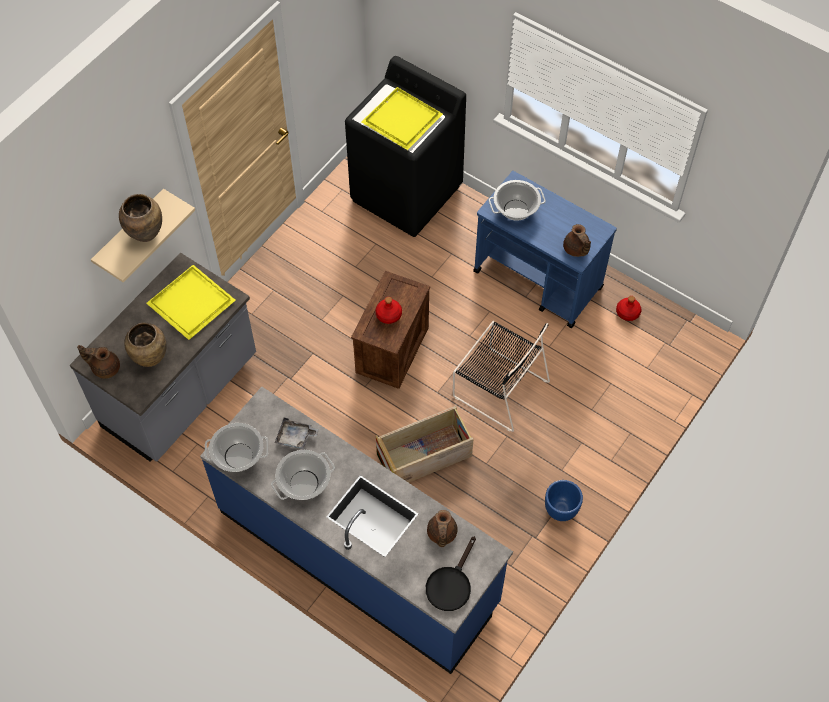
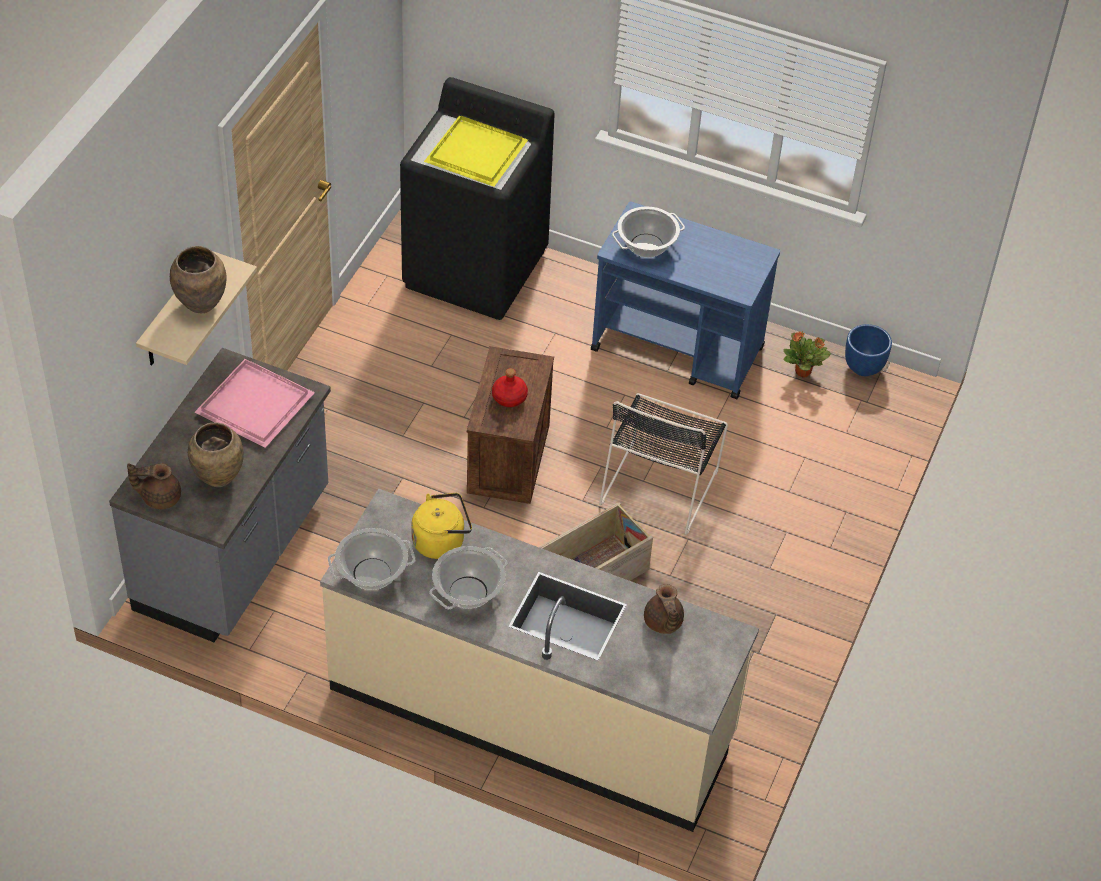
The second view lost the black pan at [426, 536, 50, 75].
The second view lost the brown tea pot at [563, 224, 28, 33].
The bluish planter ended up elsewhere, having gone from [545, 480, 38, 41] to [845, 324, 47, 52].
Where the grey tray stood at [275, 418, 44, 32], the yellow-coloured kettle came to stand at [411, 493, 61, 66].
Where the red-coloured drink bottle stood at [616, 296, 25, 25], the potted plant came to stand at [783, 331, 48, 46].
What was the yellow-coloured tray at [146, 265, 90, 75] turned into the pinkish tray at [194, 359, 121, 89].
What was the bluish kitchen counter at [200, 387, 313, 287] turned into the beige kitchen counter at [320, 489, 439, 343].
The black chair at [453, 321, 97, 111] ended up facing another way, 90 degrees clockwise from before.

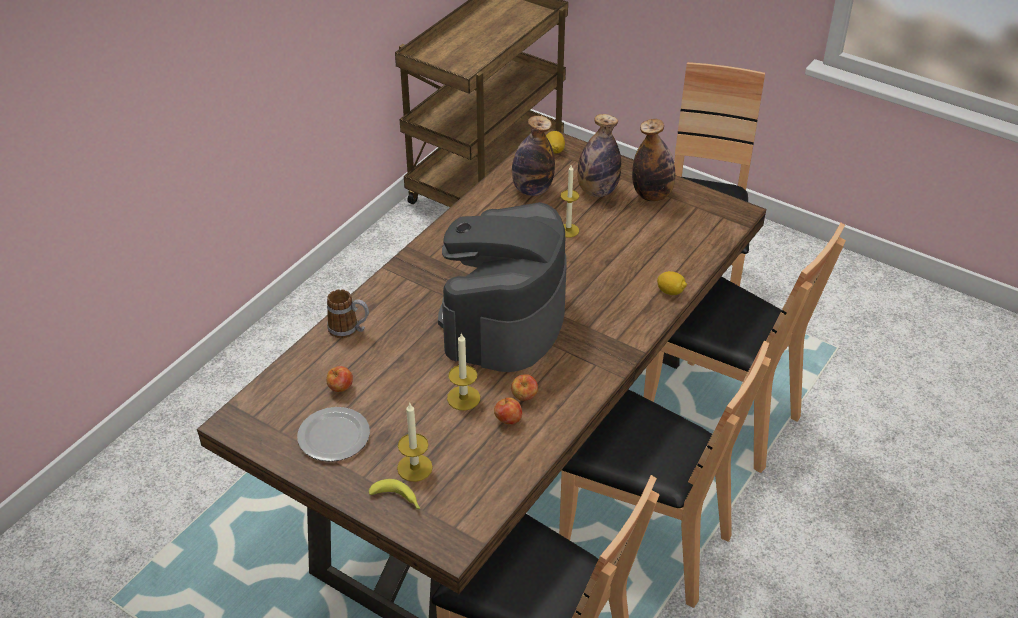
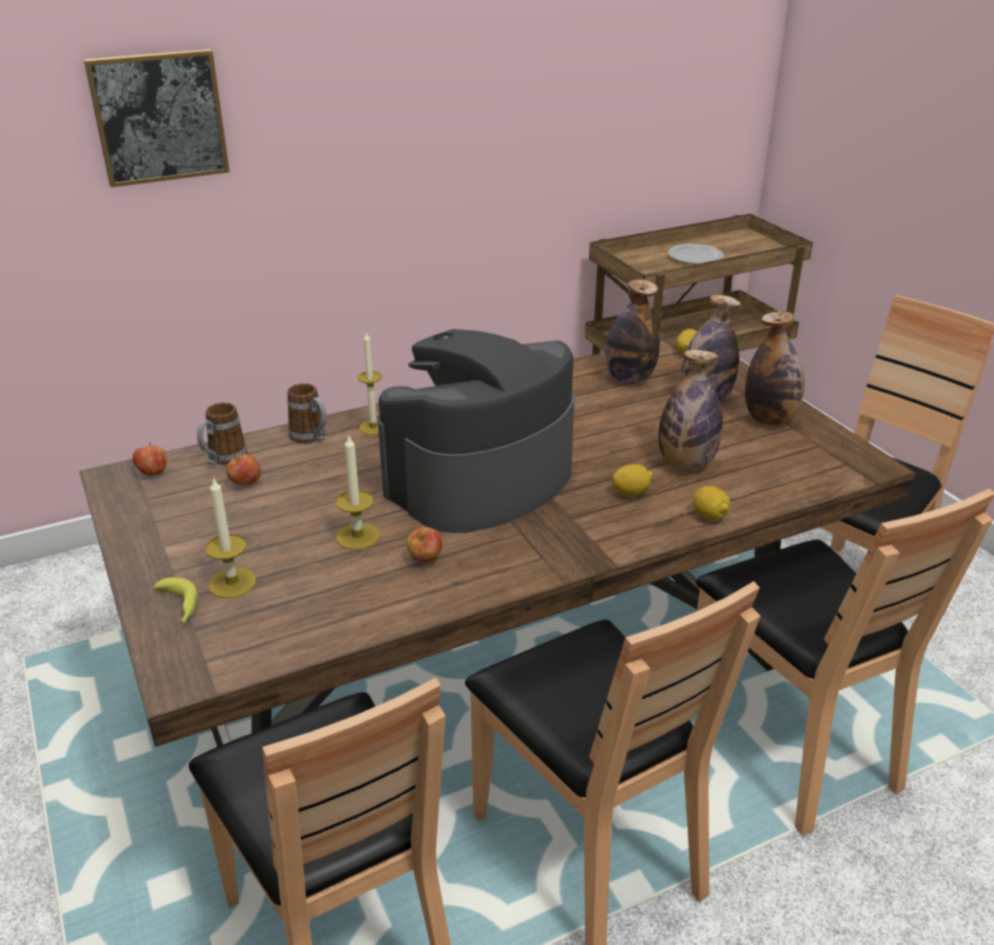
The second view gained the picture at [84, 49, 146, 138].
The second view gained the coffee mug at [197, 402, 50, 63].
The second view gained the whole lemon at [612, 464, 41, 32].
The second view gained the drink bottle at [658, 350, 65, 120].
The dinner plate ended up elsewhere, having gone from [297, 407, 73, 55] to [668, 244, 56, 20].
The apple ended up elsewhere, having gone from [494, 397, 28, 27] to [132, 442, 35, 34].
The wax candle ended up elsewhere, having gone from [561, 165, 18, 72] to [357, 332, 25, 103].

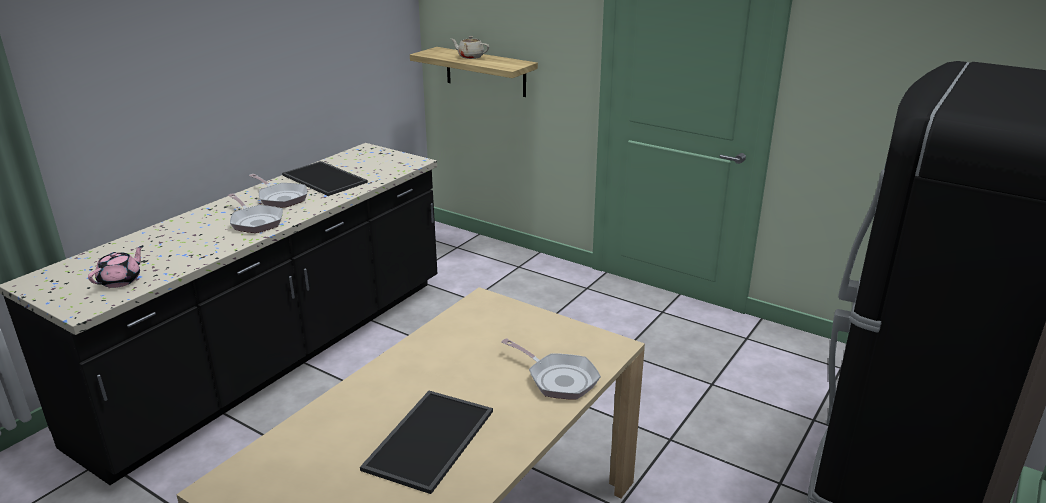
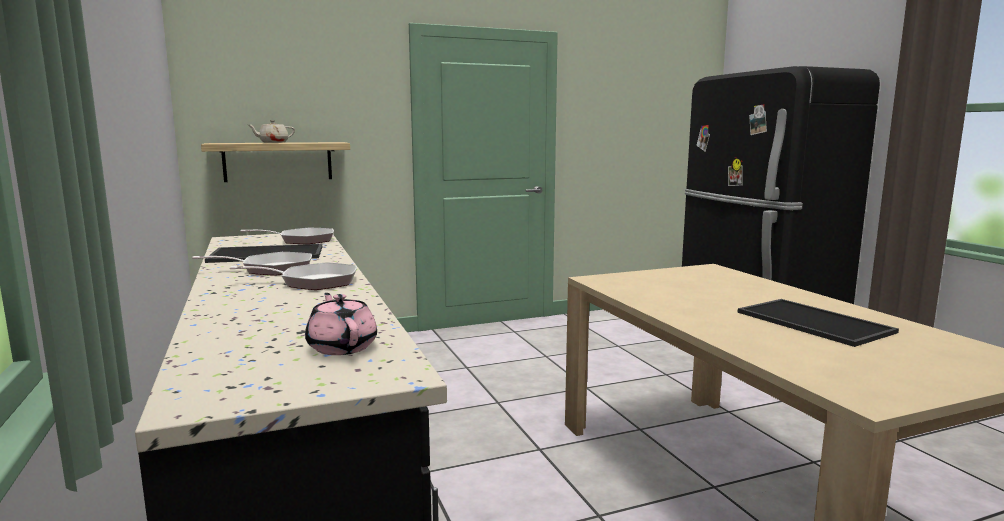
The pan ended up elsewhere, having gone from [501, 338, 100, 62] to [240, 228, 94, 16].

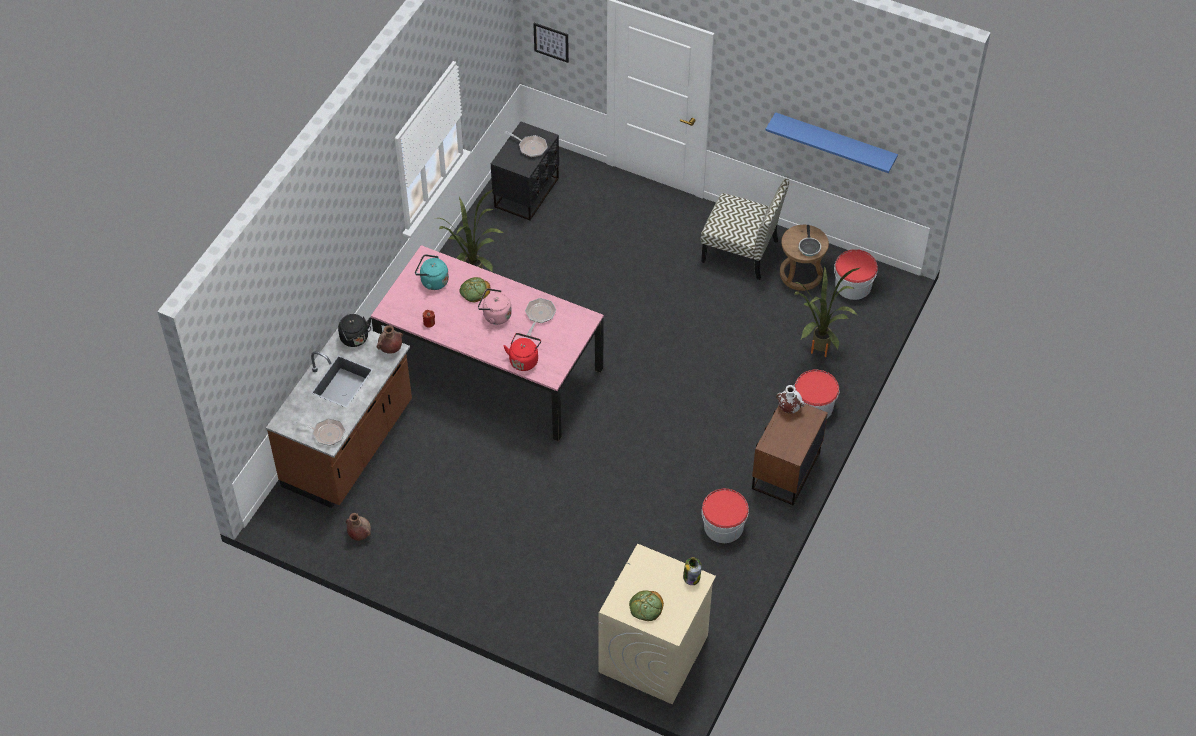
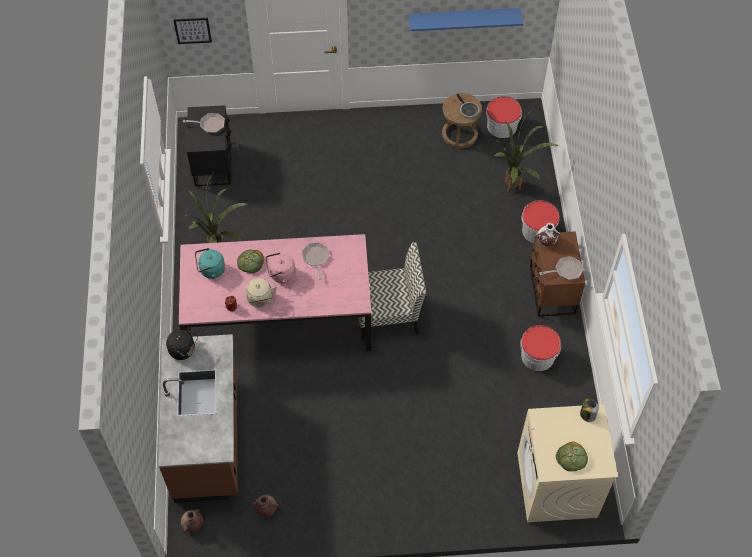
The second view lost the red-coloured kettle at [503, 333, 38, 38].
The second view gained the beige kettle at [246, 278, 31, 29].
The pan ended up elsewhere, having gone from [293, 418, 53, 28] to [539, 256, 45, 24].
The brown flower vase ended up elsewhere, having gone from [377, 325, 26, 29] to [181, 509, 22, 24].
The chair ended up elsewhere, having gone from [701, 178, 88, 102] to [358, 242, 68, 99].

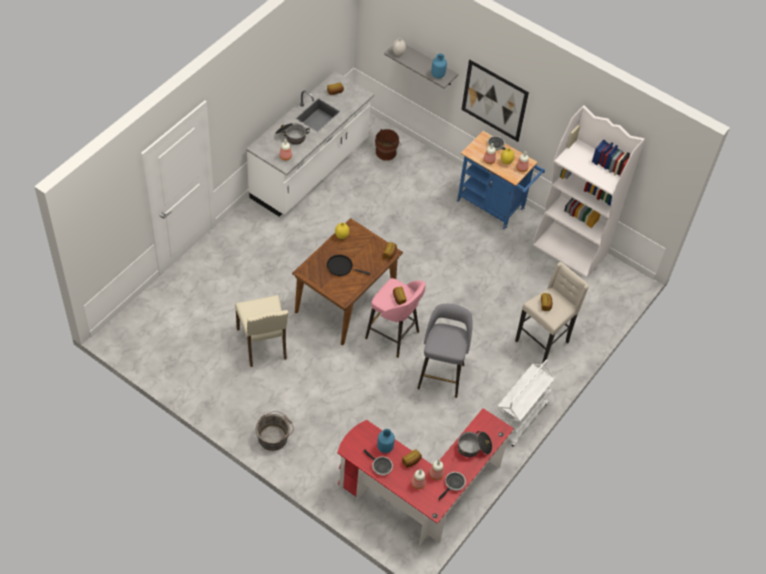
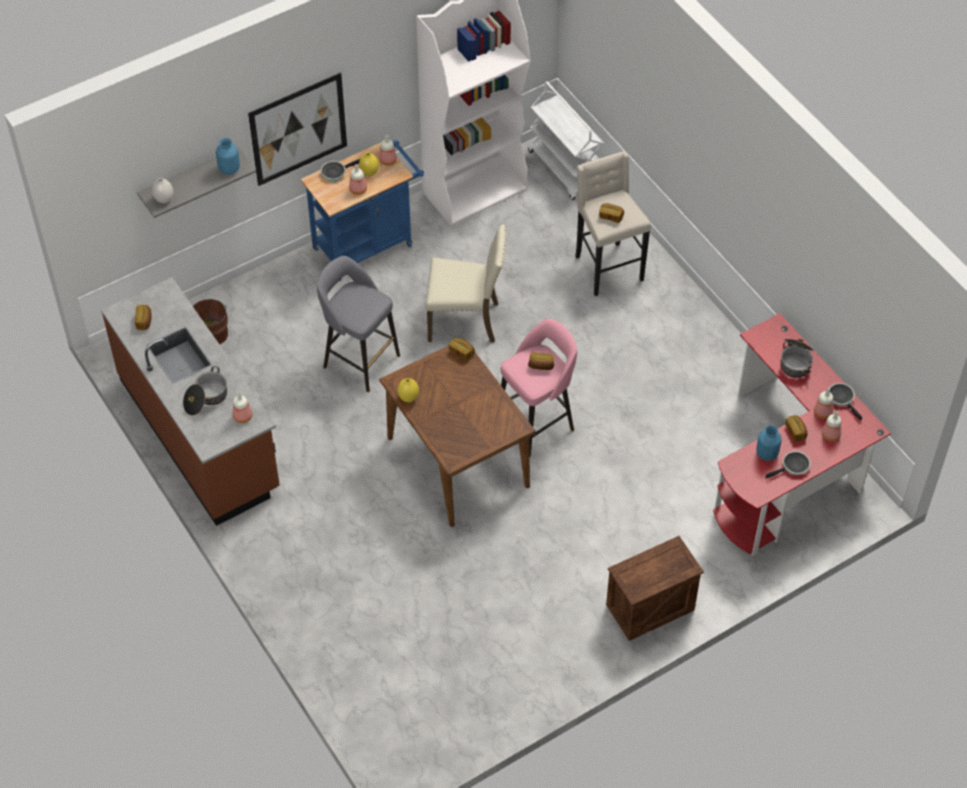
The second view lost the black pan at [327, 255, 43, 21].
The beige chair ended up elsewhere, having gone from [235, 295, 53, 72] to [425, 225, 81, 117].
The grey stool ended up elsewhere, having gone from [417, 304, 56, 94] to [317, 256, 83, 136].
The whitish trolley ended up elsewhere, having gone from [496, 360, 59, 87] to [528, 82, 76, 118].
Where the grey water bucket stood at [256, 411, 38, 40], the shipping crate came to stand at [606, 536, 98, 105].
What was the whitish kitchen counter at [246, 71, 128, 146] turned into the brown kitchen counter at [101, 277, 178, 249].

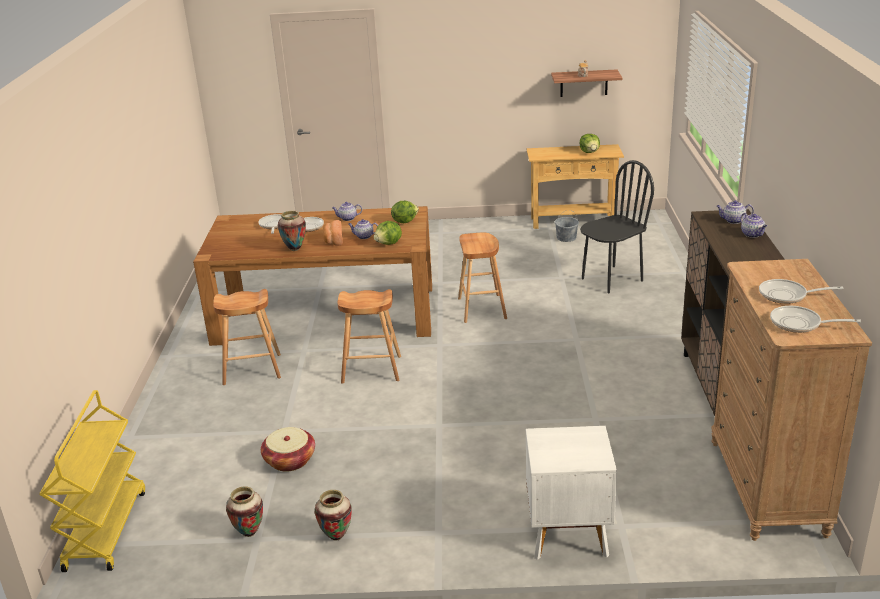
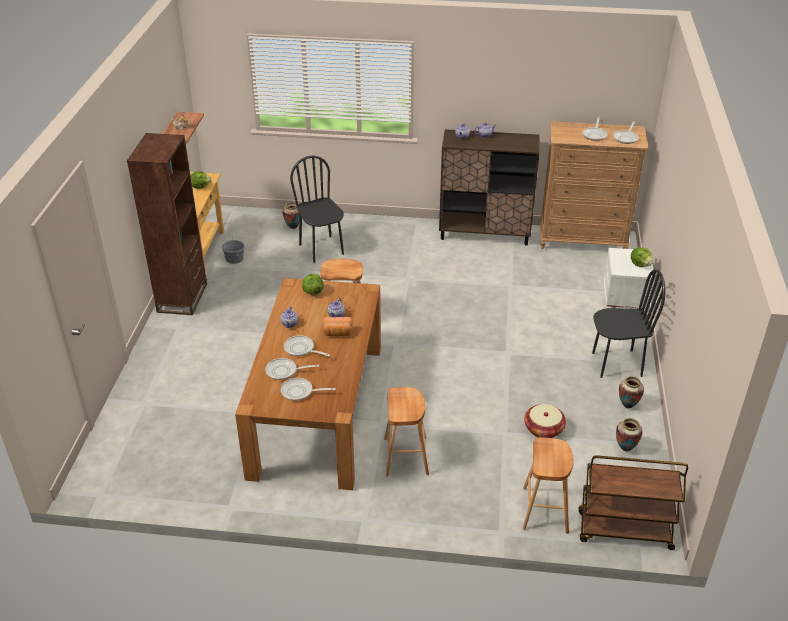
The second view gained the brown shelving unit at [127, 133, 80, 182].
The second view gained the pan at [281, 378, 55, 23].
The second view gained the black chair at [592, 269, 73, 109].
The flower vase ended up elsewhere, having gone from [278, 211, 28, 40] to [282, 202, 18, 27].
The brown stool ended up elsewhere, having gone from [338, 289, 63, 95] to [522, 437, 52, 97].
The head of lettuce ended up elsewhere, having gone from [374, 221, 28, 24] to [631, 247, 22, 20].
What was the yellow-coloured trolley at [39, 390, 106, 182] turned into the brown trolley at [578, 455, 110, 95].

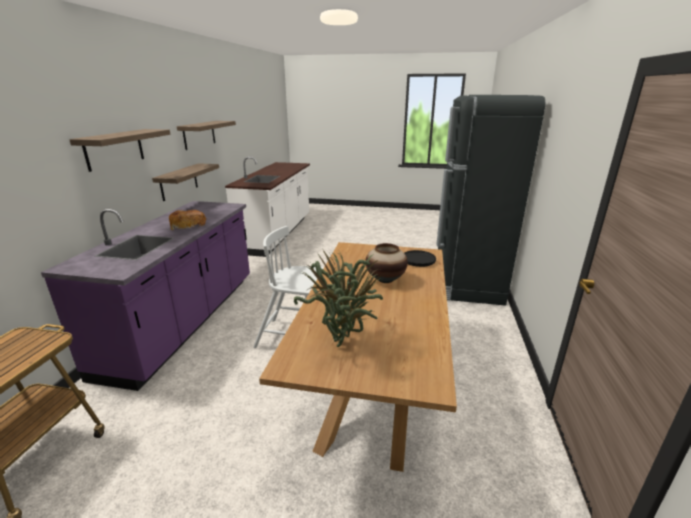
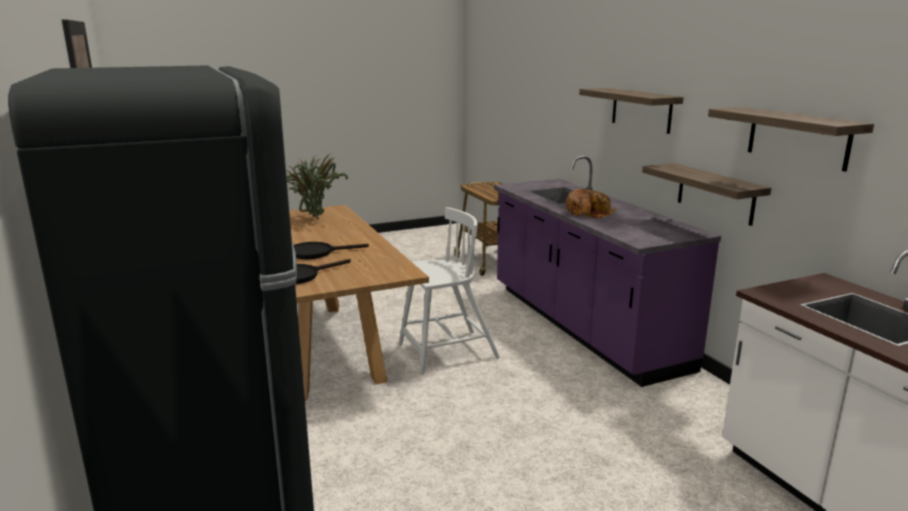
Where the flower vase stood at [366, 243, 42, 40], the black pan came to stand at [293, 242, 76, 17].

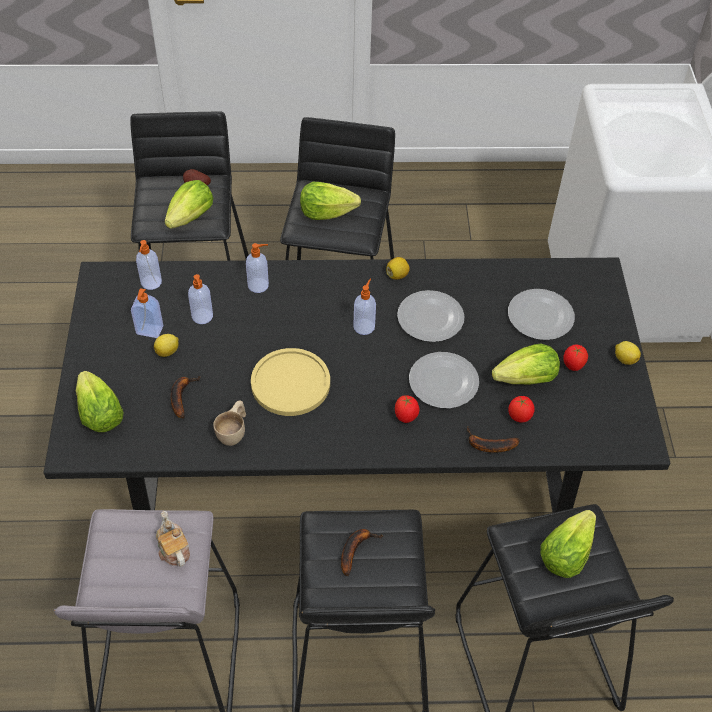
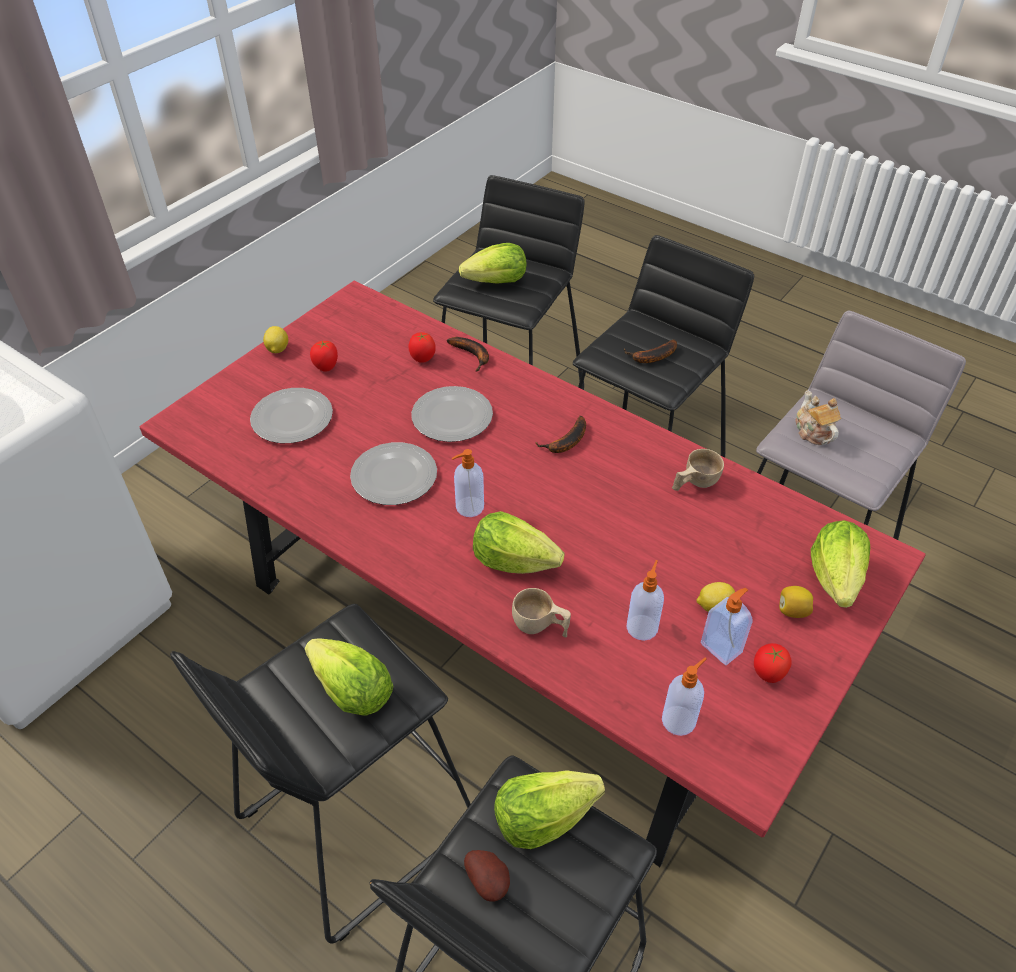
The second view lost the yellow-coloured dinner plate at [251, 348, 79, 68].
The banana fruit ended up elsewhere, having gone from [171, 376, 29, 42] to [535, 416, 51, 37].
The whole lemon ended up elsewhere, having gone from [386, 257, 24, 23] to [779, 586, 34, 32].
The whole tomato ended up elsewhere, having gone from [395, 395, 24, 28] to [754, 643, 38, 40].
The head of lettuce ended up elsewhere, having gone from [492, 344, 68, 41] to [473, 511, 91, 63].
Where the liquid soap bottle stood at [246, 243, 23, 50], the beige drinking cup came to stand at [512, 588, 59, 50].
What was the black dinner table at [44, 258, 626, 255] turned into the red-coloured dinner table at [140, 281, 785, 586].
The tea pot at [156, 511, 34, 56] ended up facing another way, 150 degrees clockwise from before.

